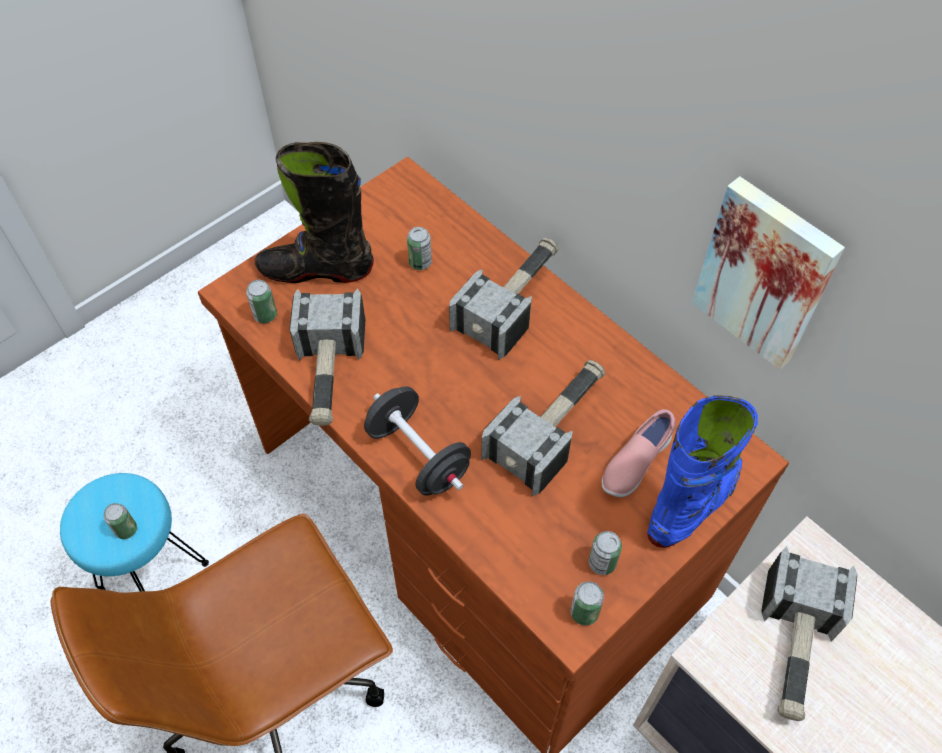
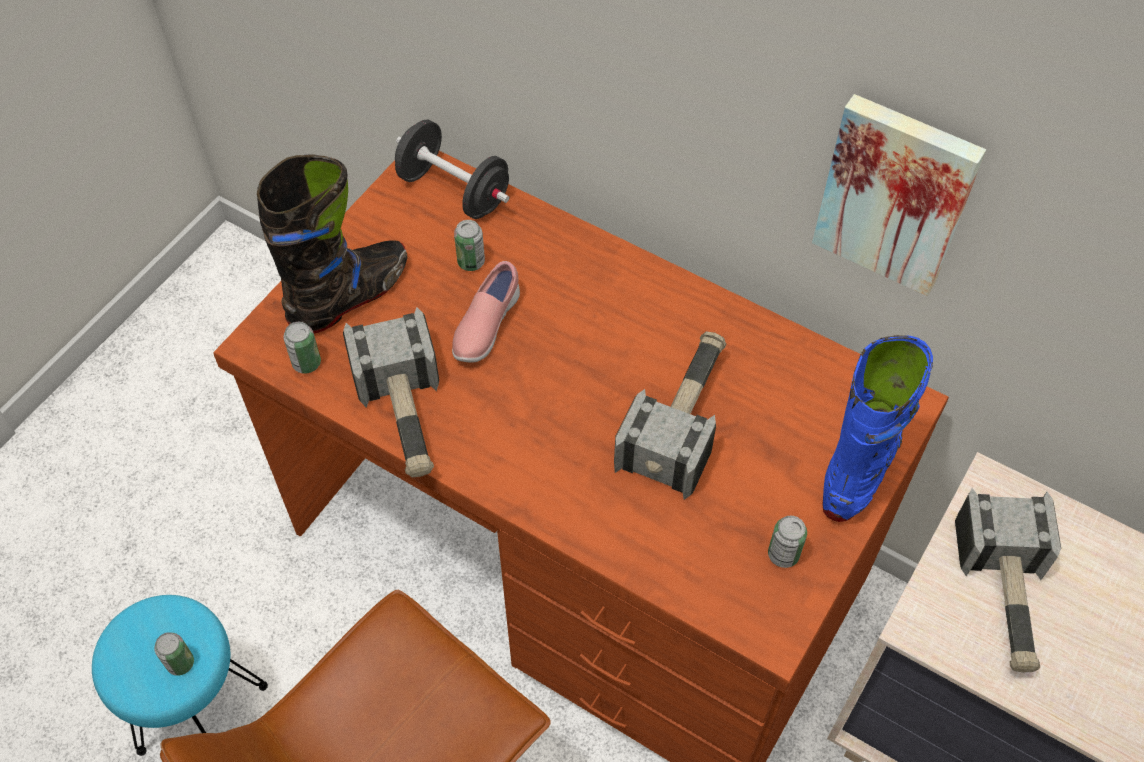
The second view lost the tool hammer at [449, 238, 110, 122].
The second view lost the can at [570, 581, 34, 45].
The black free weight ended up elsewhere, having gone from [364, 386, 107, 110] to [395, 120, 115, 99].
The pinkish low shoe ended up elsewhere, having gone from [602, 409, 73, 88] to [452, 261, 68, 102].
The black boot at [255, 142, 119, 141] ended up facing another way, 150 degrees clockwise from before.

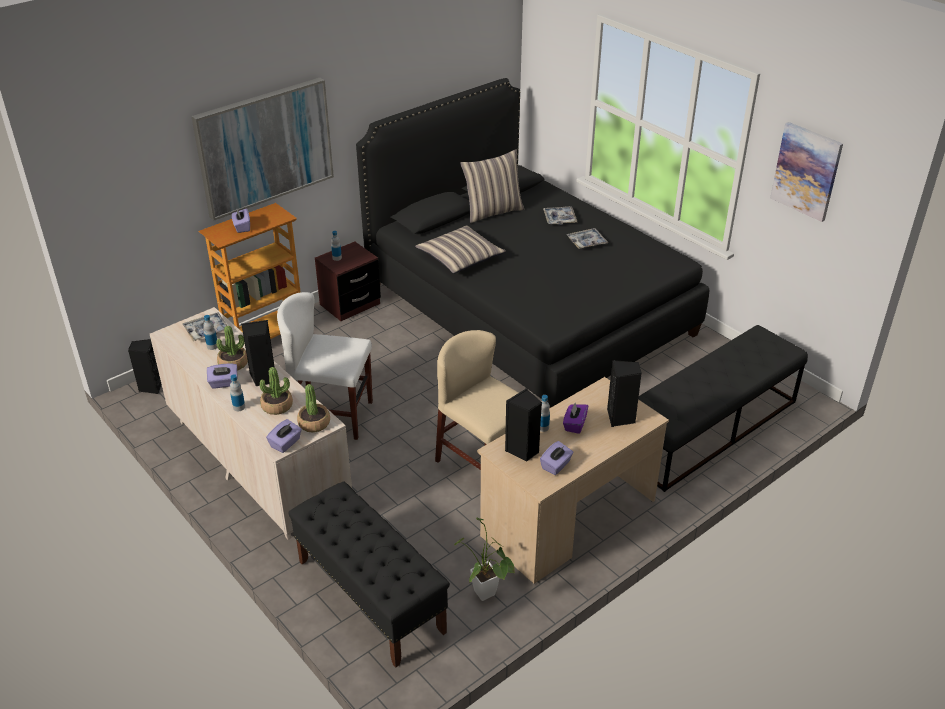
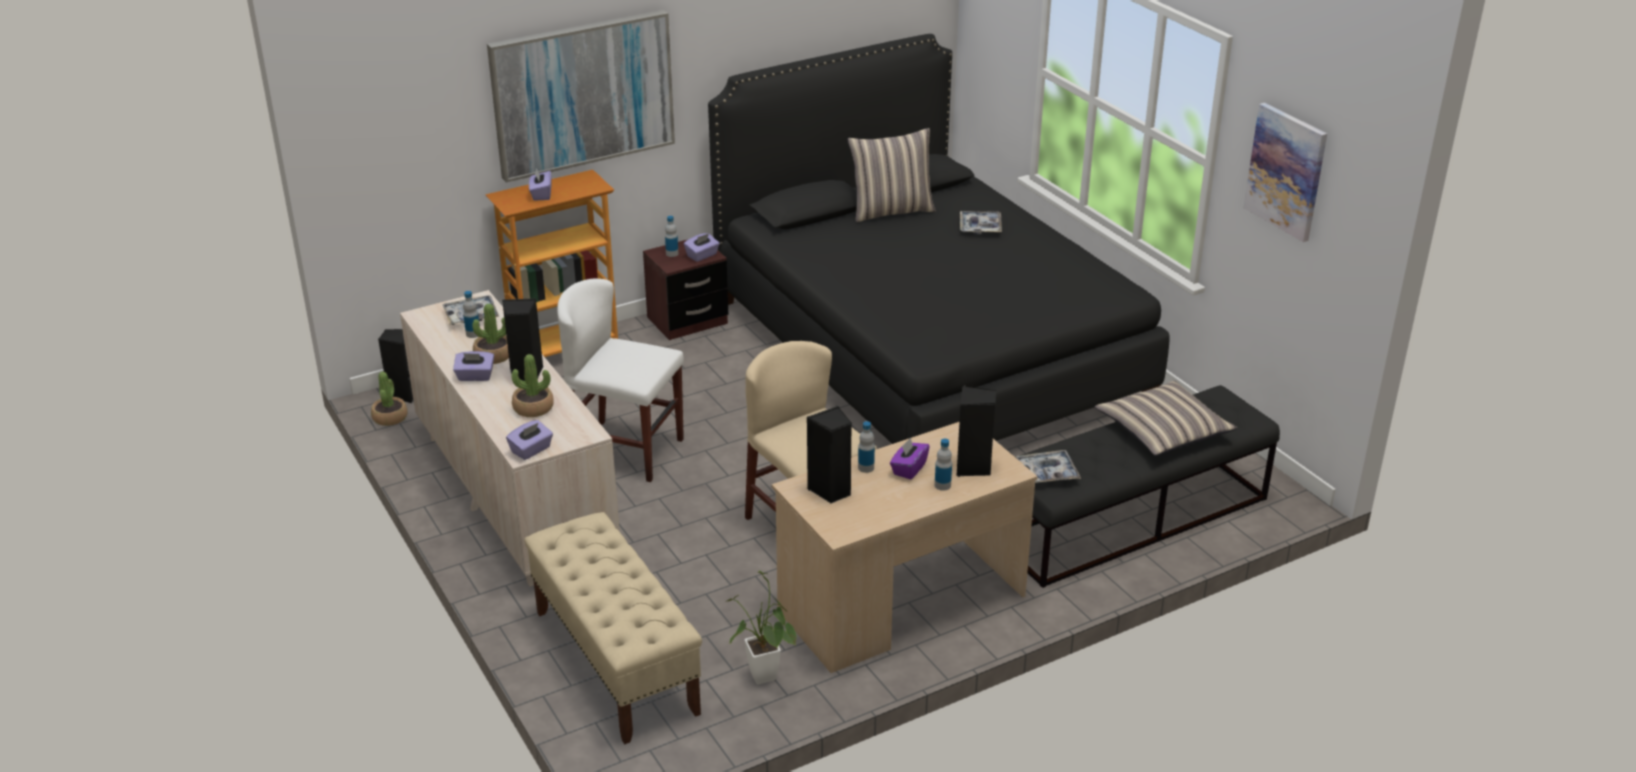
The drink bottle ended up elsewhere, having gone from [230, 375, 15, 36] to [935, 439, 17, 52].
The potted plant ended up elsewhere, having gone from [297, 384, 33, 48] to [371, 372, 37, 54].
The throw pillow ended up elsewhere, having gone from [415, 225, 91, 49] to [1095, 381, 142, 75].
The purple tissue holder ended up elsewhere, having gone from [540, 441, 33, 34] to [684, 233, 35, 29].
The tray ended up elsewhere, having gone from [567, 228, 41, 21] to [1016, 450, 65, 33].
What was the black bench at [288, 482, 162, 186] turned into the beige bench at [524, 512, 178, 232].

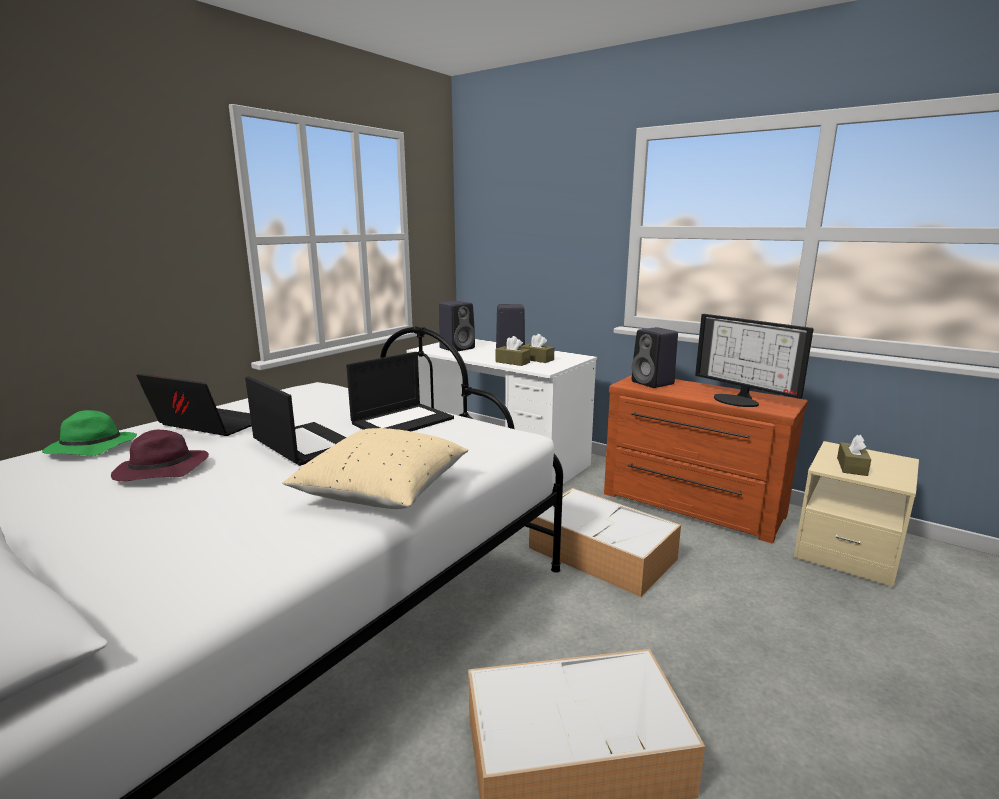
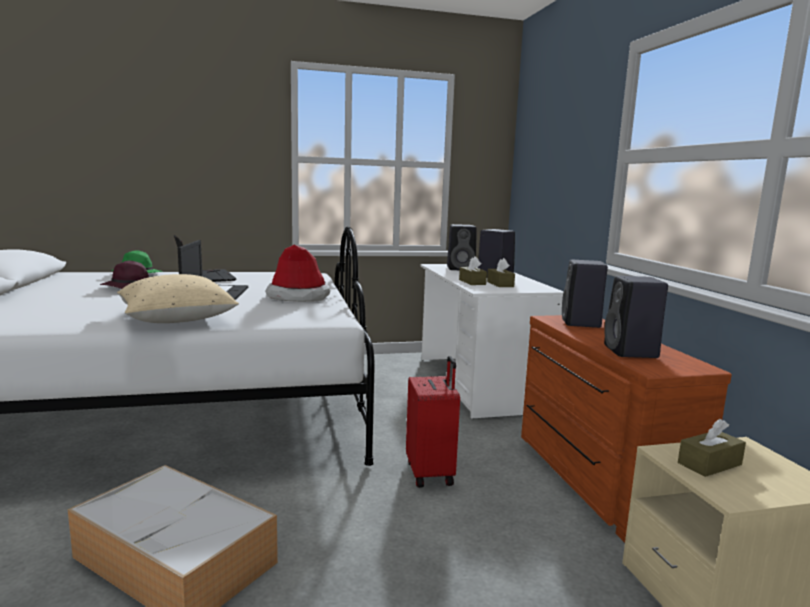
Where the laptop stood at [346, 352, 108, 79], the clothing hat came to stand at [265, 245, 65, 57].
Where the storage bin stood at [529, 488, 152, 109], the red-coloured suitcase came to stand at [406, 356, 54, 132].
Where the monitor stood at [695, 314, 119, 93], the black audio speaker came to stand at [604, 276, 64, 82].

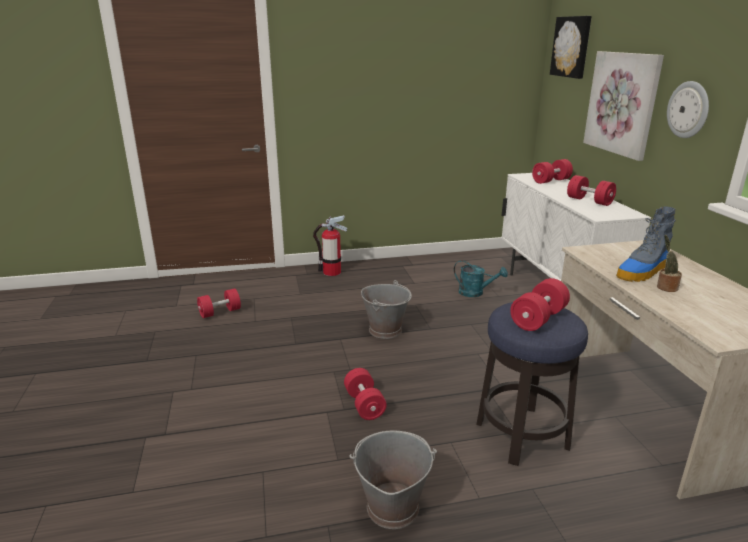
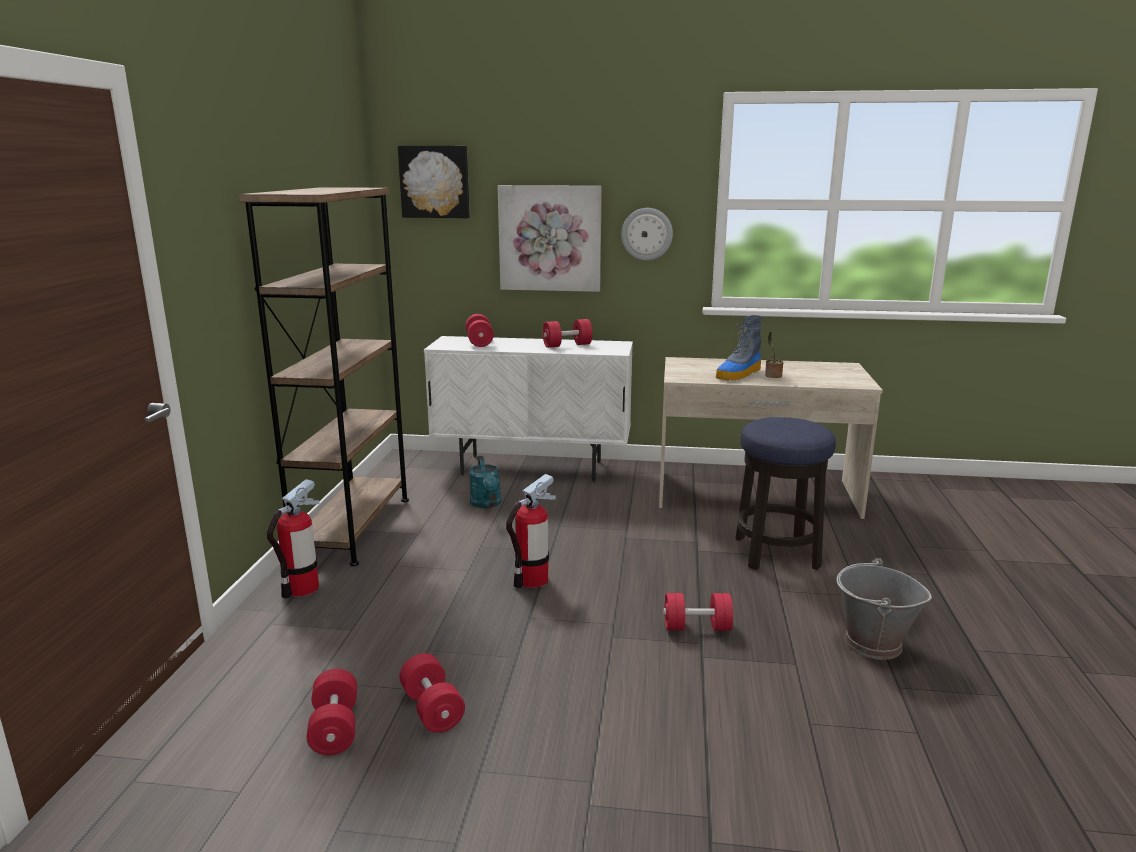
The second view gained the brown shelving unit at [239, 187, 170, 379].
The red-coloured free weight ended up elsewhere, having gone from [510, 278, 60, 53] to [400, 653, 65, 80].
Where the grey water bucket stood at [361, 280, 51, 59], the extinguisher came to stand at [506, 474, 50, 114].
The blue-green watering pot at [454, 260, 54, 37] ended up facing another way, 120 degrees clockwise from before.
The boot at [616, 207, 60, 75] ended up facing another way, 60 degrees clockwise from before.

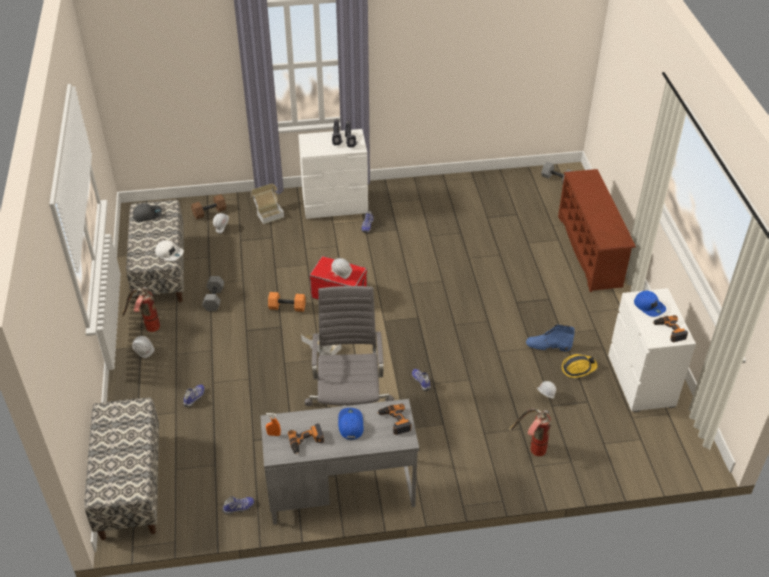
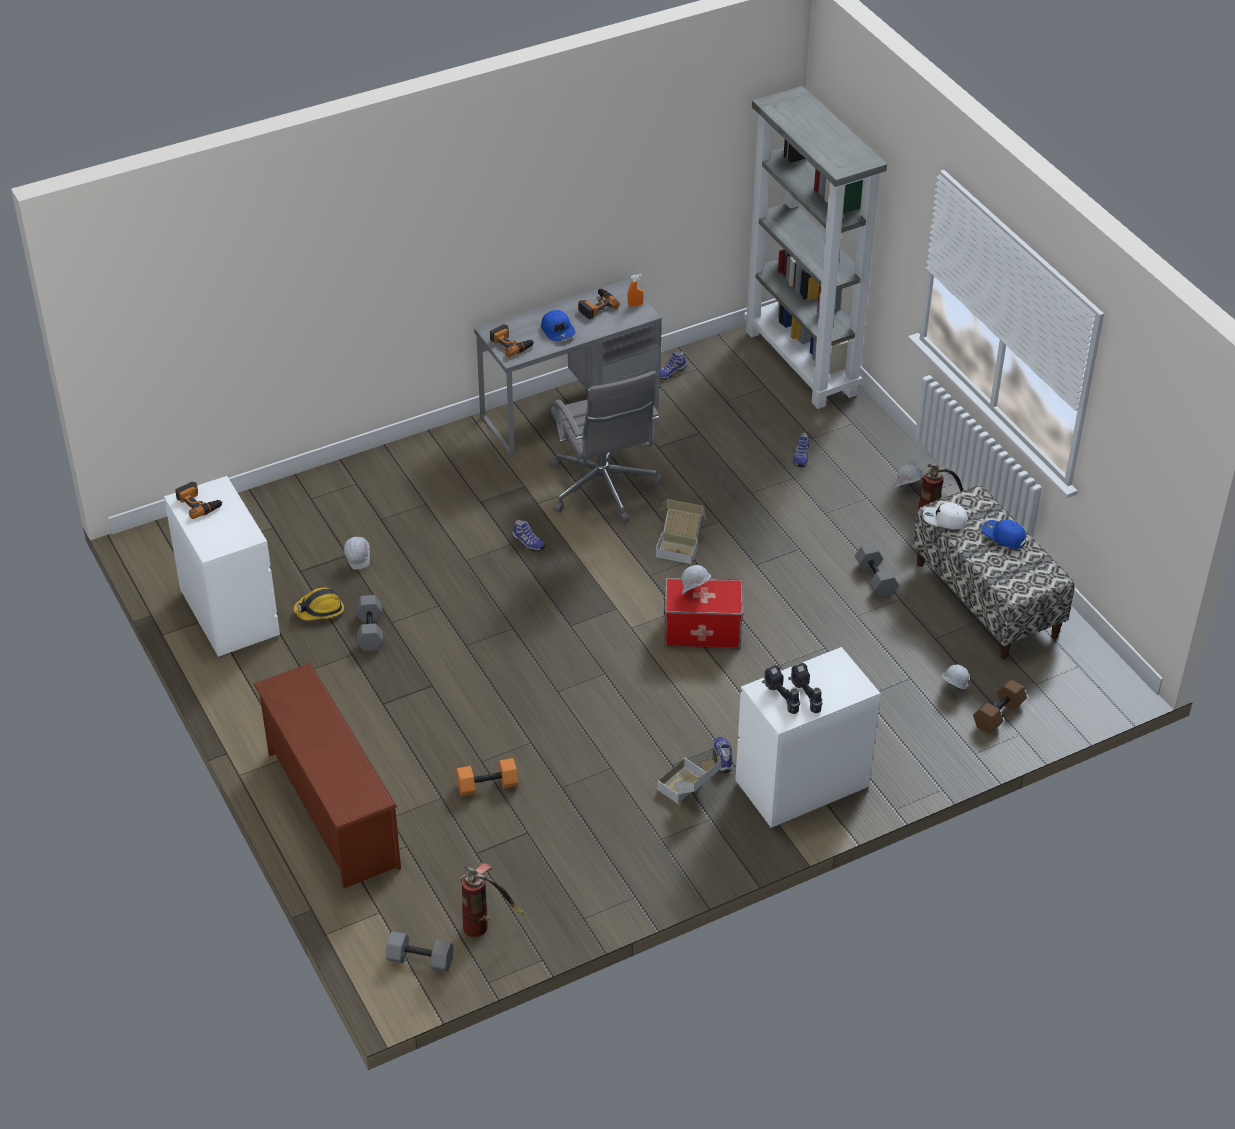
The second view lost the grey cap at [133, 203, 29, 19].
The carton ended up elsewhere, having gone from [251, 183, 33, 41] to [657, 756, 64, 47].
The orange free weight ended up elsewhere, having gone from [268, 292, 38, 20] to [456, 758, 62, 38].
The extinguisher ended up elsewhere, having gone from [509, 408, 43, 48] to [459, 863, 65, 74].
The bluish cap ended up elsewhere, having gone from [634, 290, 32, 27] to [981, 520, 45, 29].
Where the bench stood at [84, 398, 75, 142], the grey shelving unit came to stand at [743, 86, 144, 323].
Where the bluish boot stood at [526, 325, 49, 27], the grey free weight came to stand at [355, 595, 28, 56].

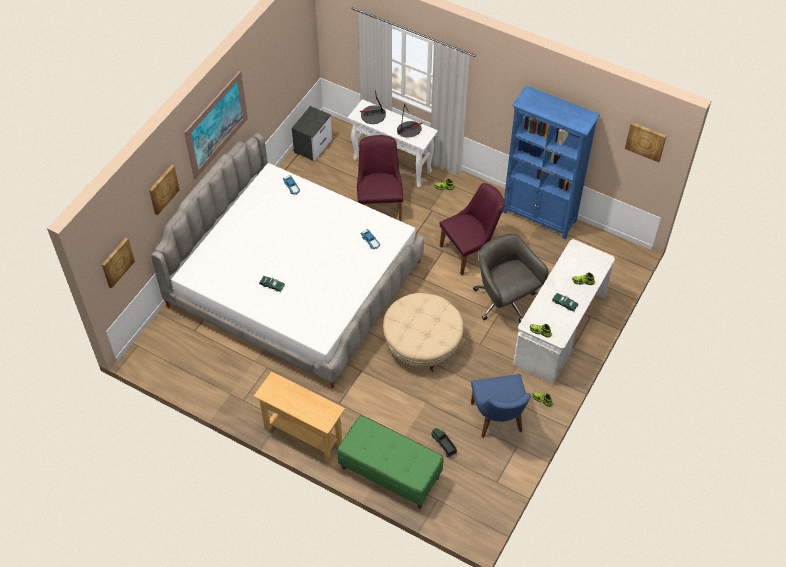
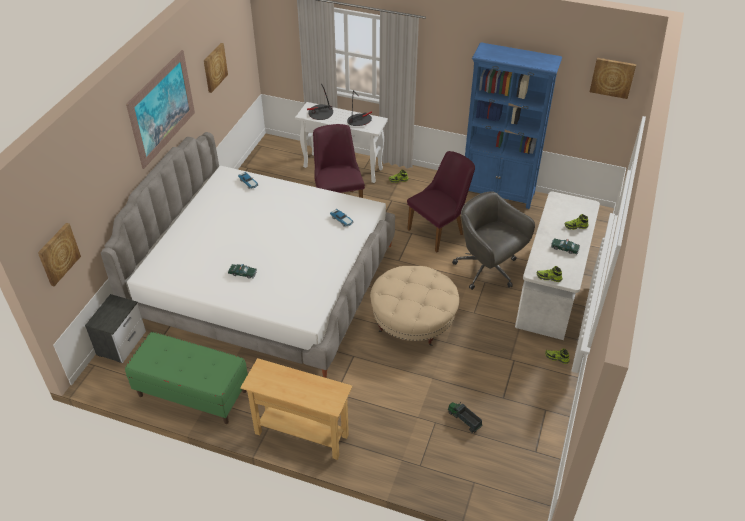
The second view lost the bluish chair at [471, 374, 60, 64].
The picture ended up elsewhere, having gone from [149, 165, 31, 50] to [204, 43, 24, 50].
The bedside table ended up elsewhere, having gone from [291, 106, 41, 55] to [85, 294, 61, 69].
The green bench ended up elsewhere, having gone from [337, 415, 107, 94] to [125, 332, 123, 92].

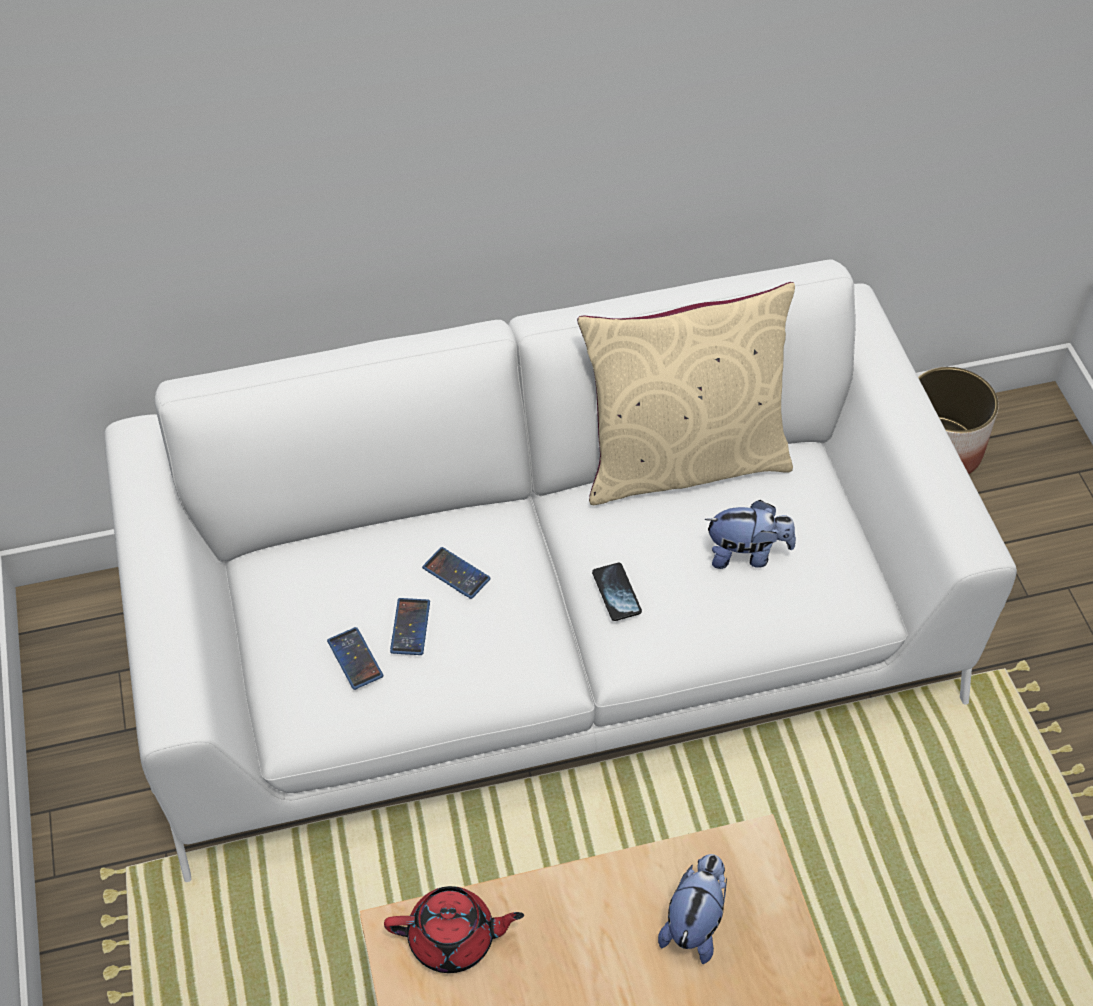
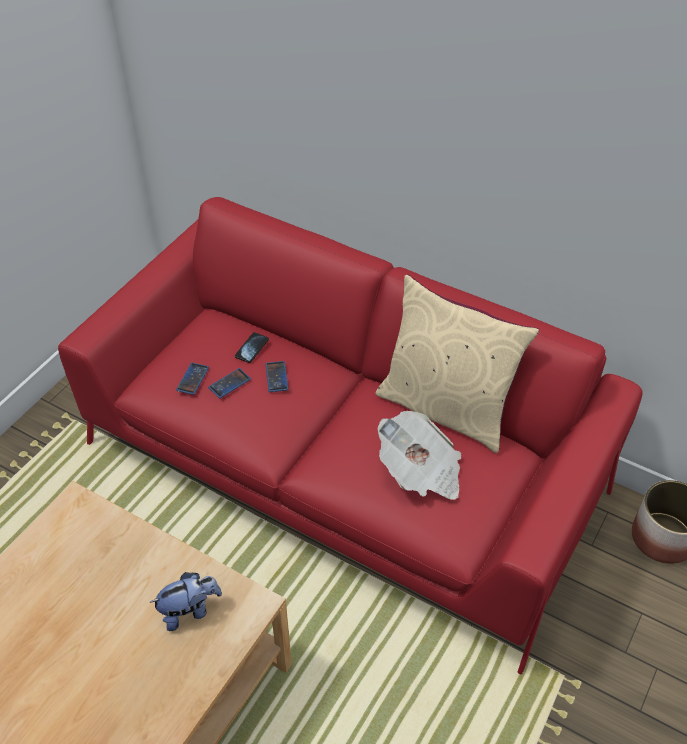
The second view lost the red-coloured tea pot at [384, 886, 140, 87].
The telephone ended up elsewhere, having gone from [592, 563, 50, 58] to [235, 332, 34, 31].
Where the plush toy stood at [704, 500, 92, 69], the daily paper came to stand at [378, 411, 83, 89].
What was the whitish couch at [104, 260, 913, 622] turned into the red-coloured couch at [58, 197, 585, 478].

